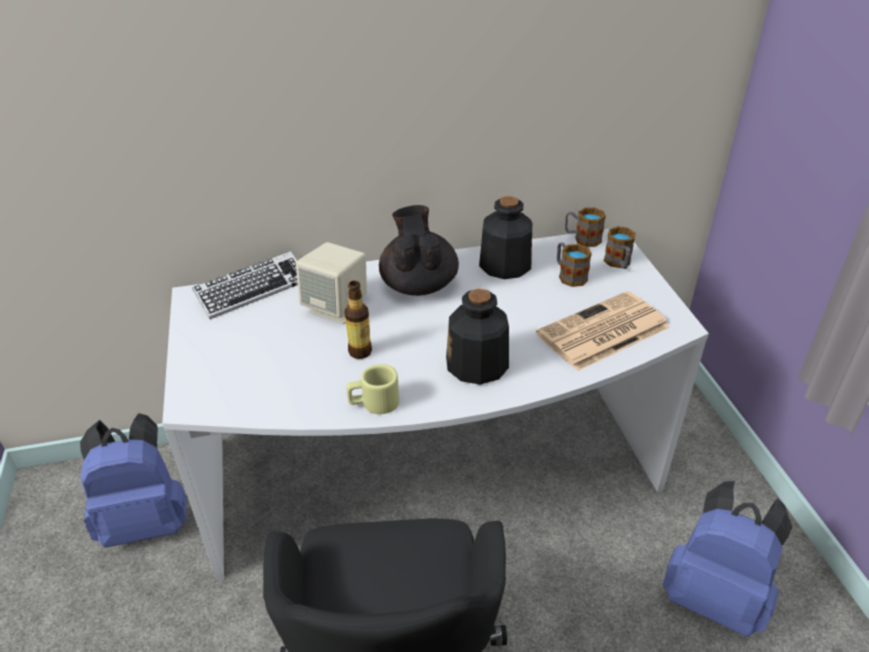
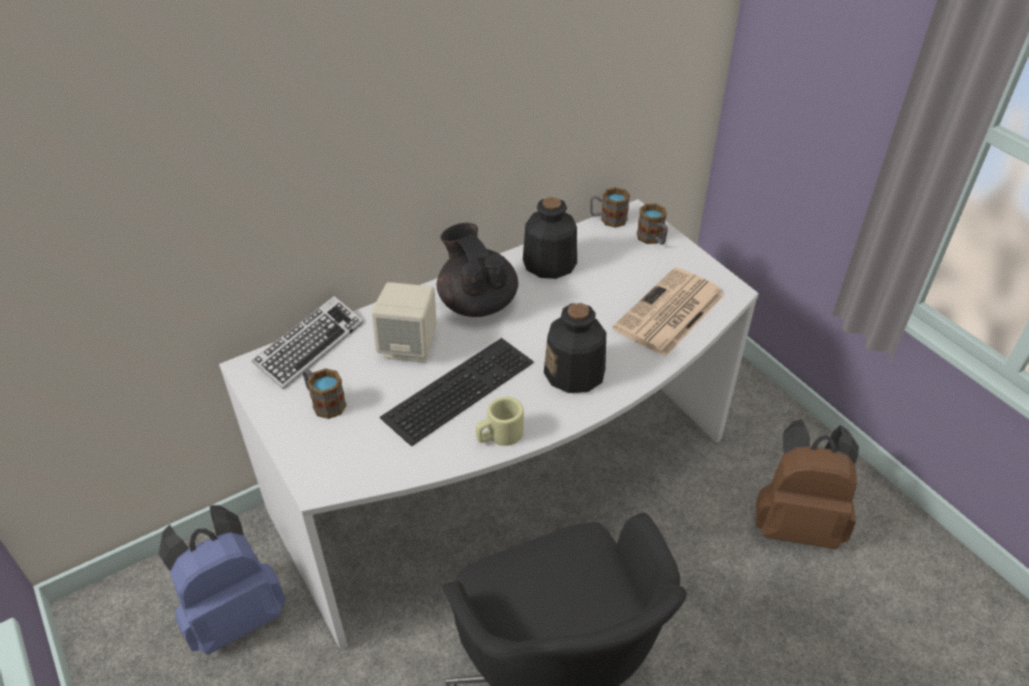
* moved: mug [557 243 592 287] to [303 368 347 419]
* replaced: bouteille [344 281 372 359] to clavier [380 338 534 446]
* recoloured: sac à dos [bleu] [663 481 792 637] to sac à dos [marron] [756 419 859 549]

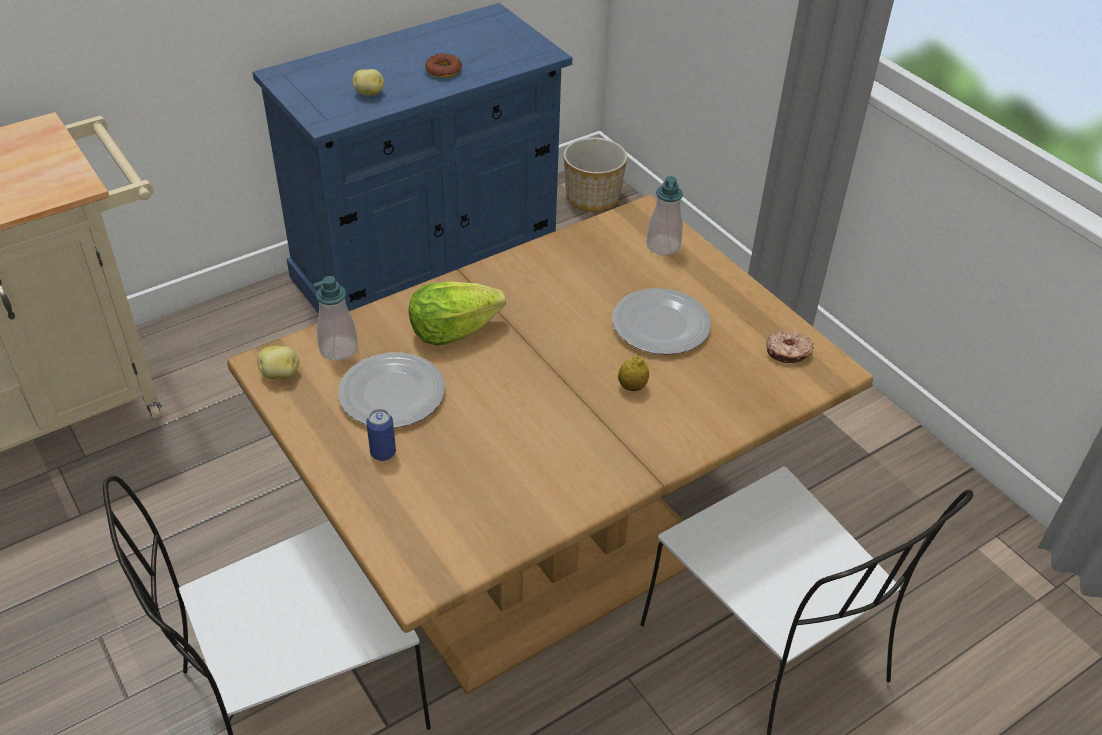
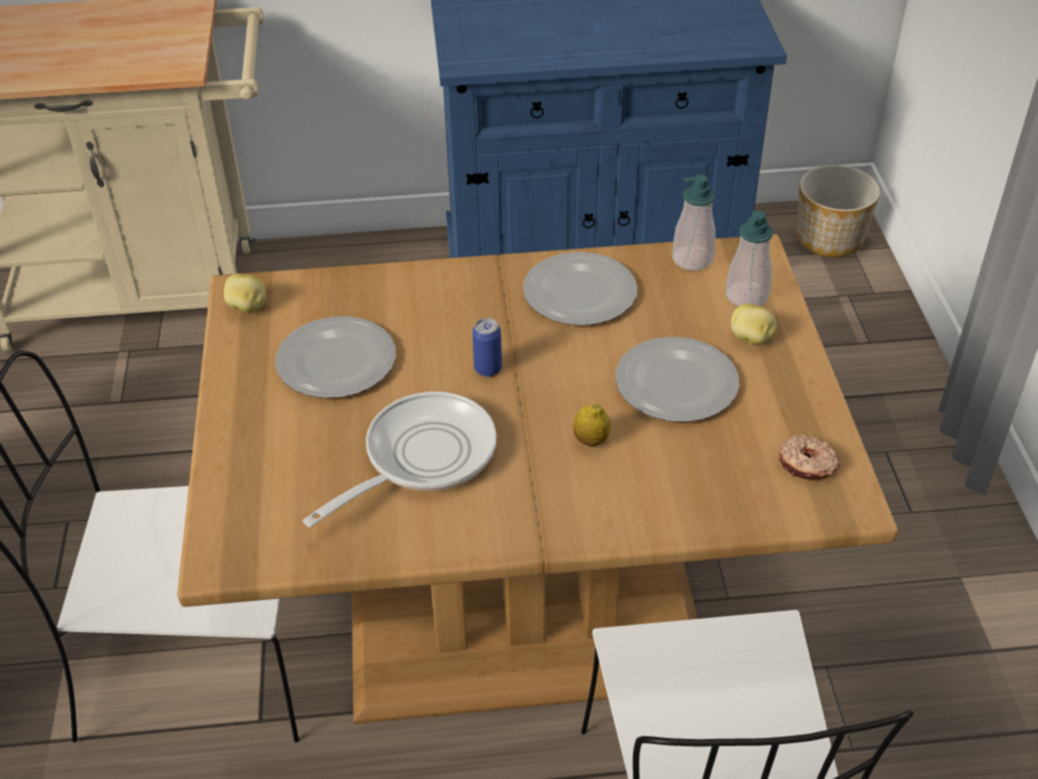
* removed: laitue [409 281 506 346]
* removed: beignet [425 53 462 78]
* added: poêle [303 392 497 527]
* added: assiette [523 252 637 325]
* moved: distributeur de savon [313 276 358 361] to [672 175 716 271]
* moved: pomme de terre [353 69 384 95] to [731 304 777 344]
* moved: boîte métallique [366 409 396 461] to [472 318 502 377]

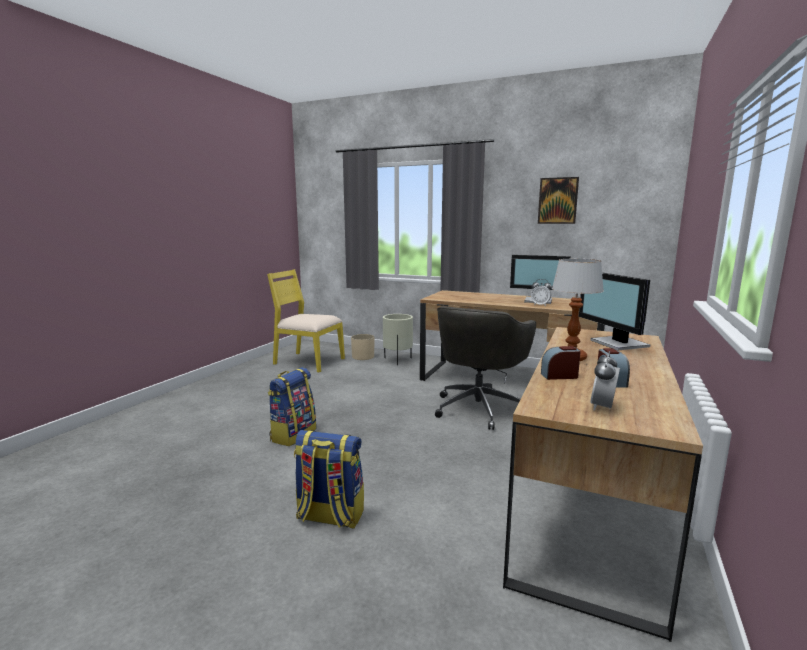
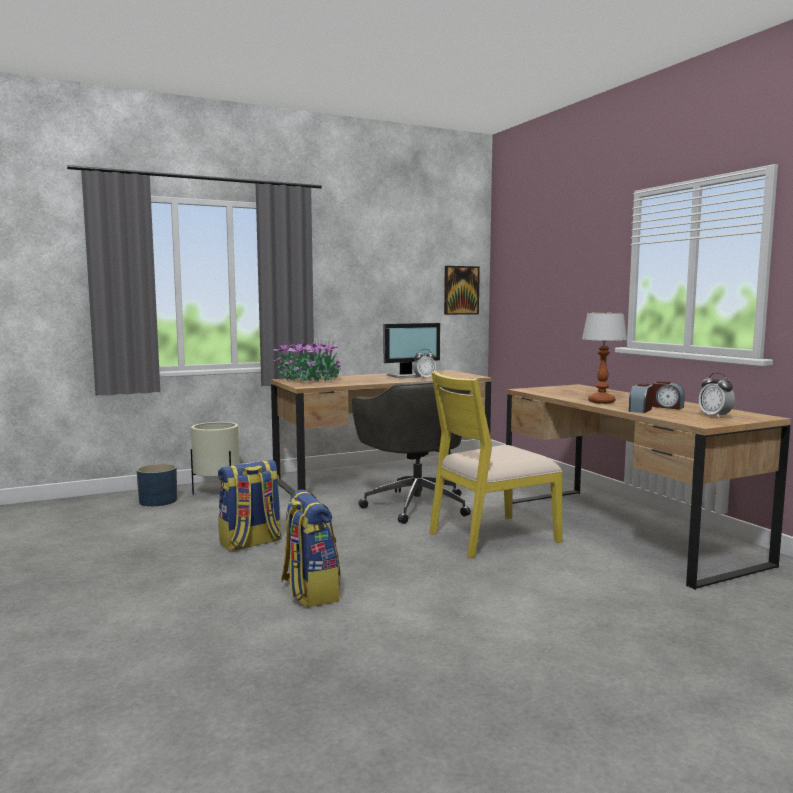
* removed: écran d'ordinateur [579 272 650 350]
* added: plante en pot [274 339 343 382]
* moved: chaise [jaune] [267 269 345 372] to [429 371 563 558]
* moved: sac à dos [294 430 364 529] to [218 460 282 551]
* moved: tableau [538 177 579 224] to [444 266 480 315]
* recoloured: cache-pot [beige] [351 334 374 360] to cache-pot [bleu] [137 464 177 506]

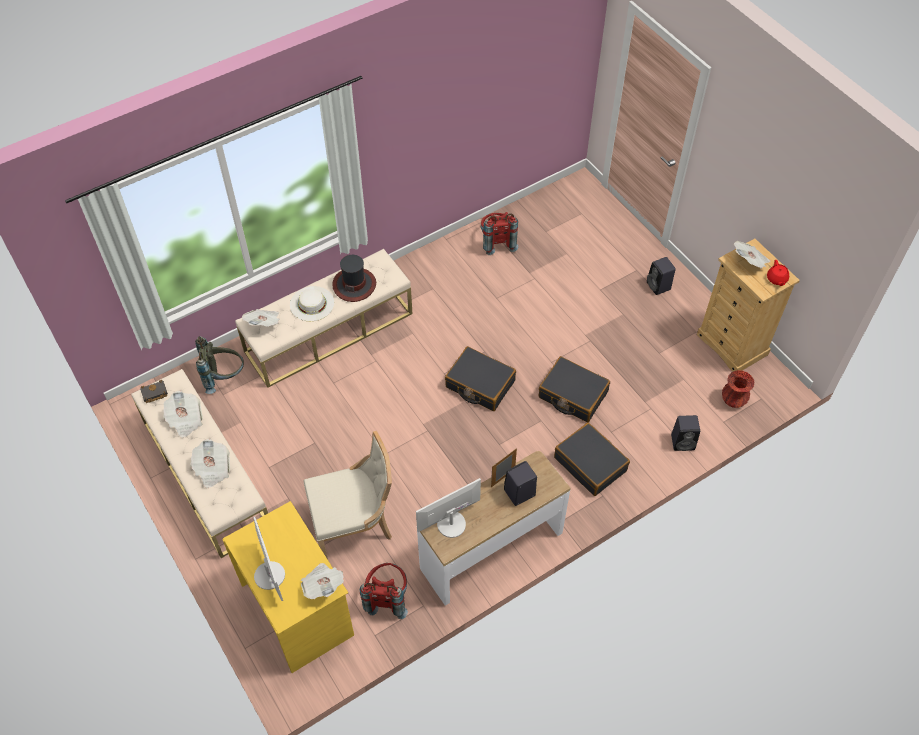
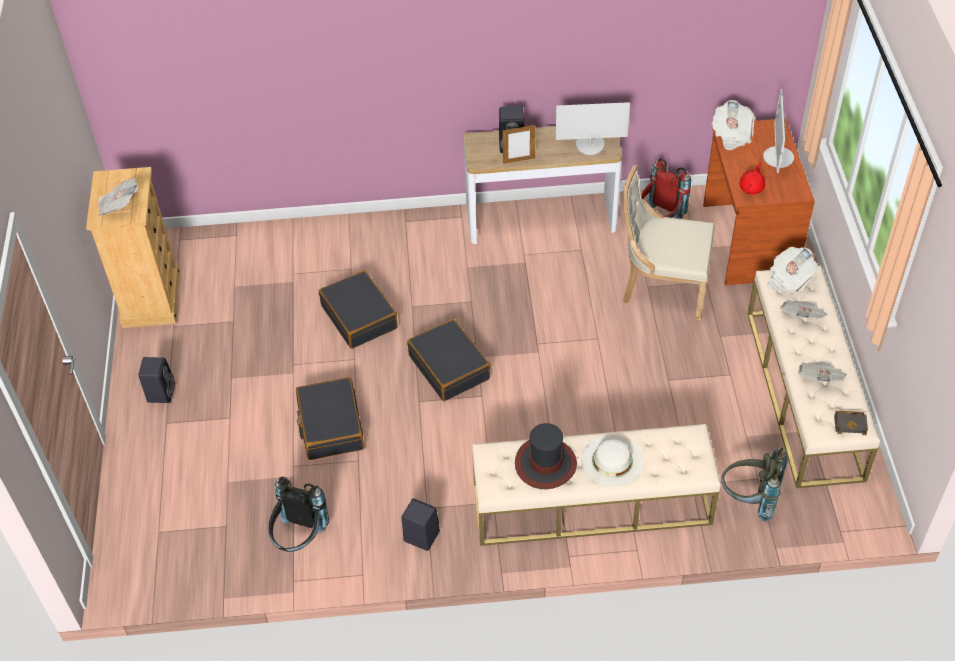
* removed: vase [rouge] [722 370 754 408]
* moved: journal [242 309 280 326] to [767 247 817 295]
* moved: valise [noir] [554 423 630 496] to [296 377 364 460]
* moved: enceinte [noir] [671 415 700 451] to [401 498 440 551]
* moved: théière [rouge] [767 260 789 286] to [739 163 765 194]
* recoloured: bureau [jaune] [223 501 354 673] to bureau [marron] [703 118 815 285]
* recoloured: sac à dos [rouge] [481 212 518 255] to sac à dos [noir] [268 477 329 552]

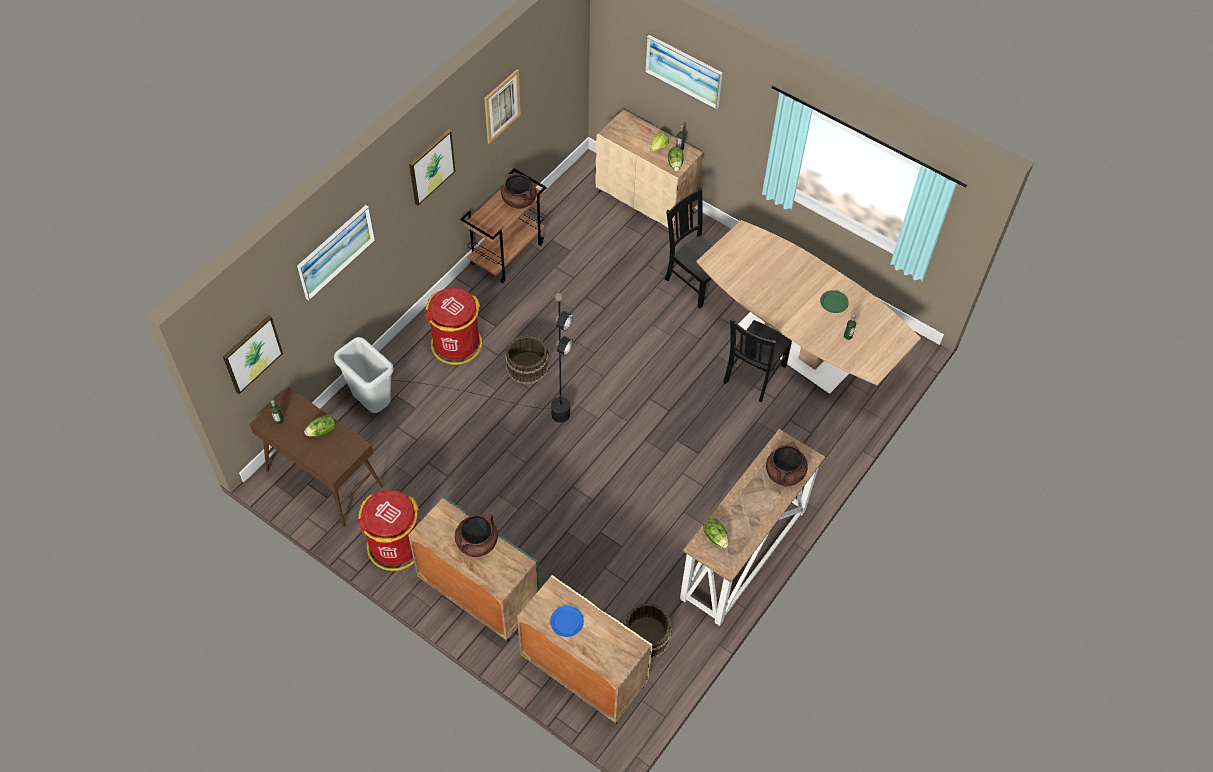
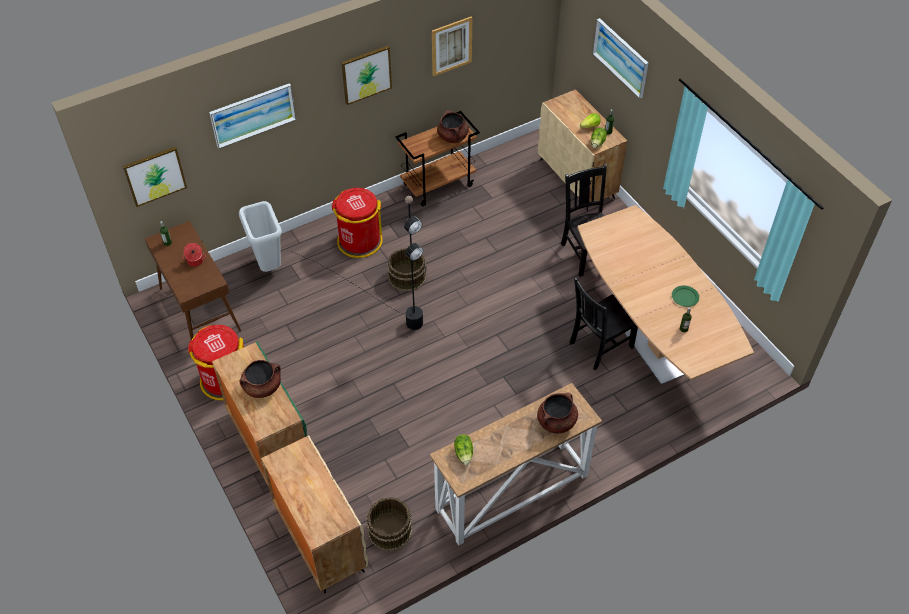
* removed: assiette [bleu] [550 606 584 637]
* replaced: laitue [304 415 335 436] to marmite [183 243 206 267]

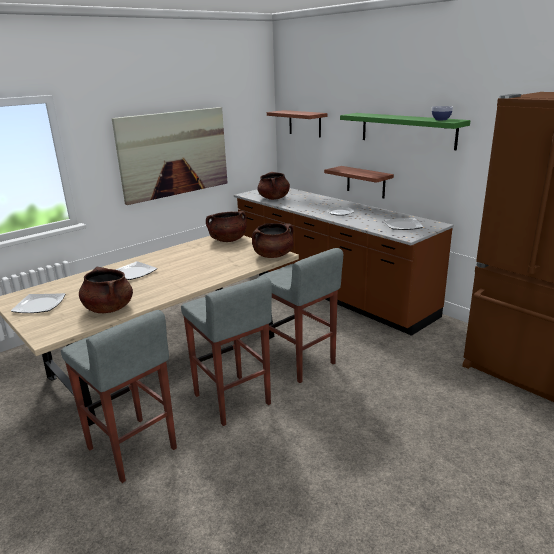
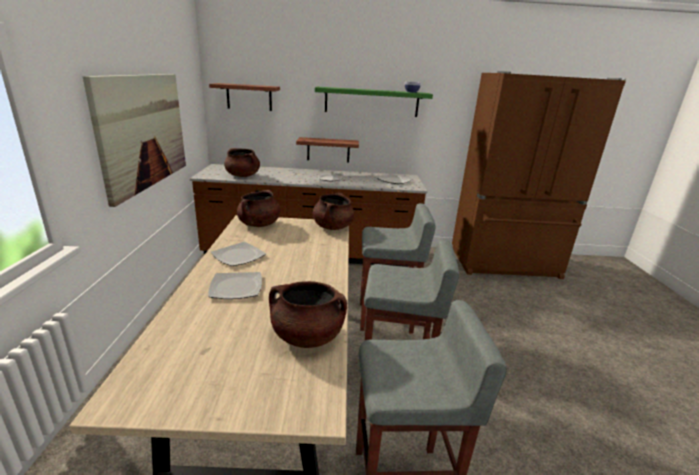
* moved: assiette [11 293 65 313] to [211 242 266 266]

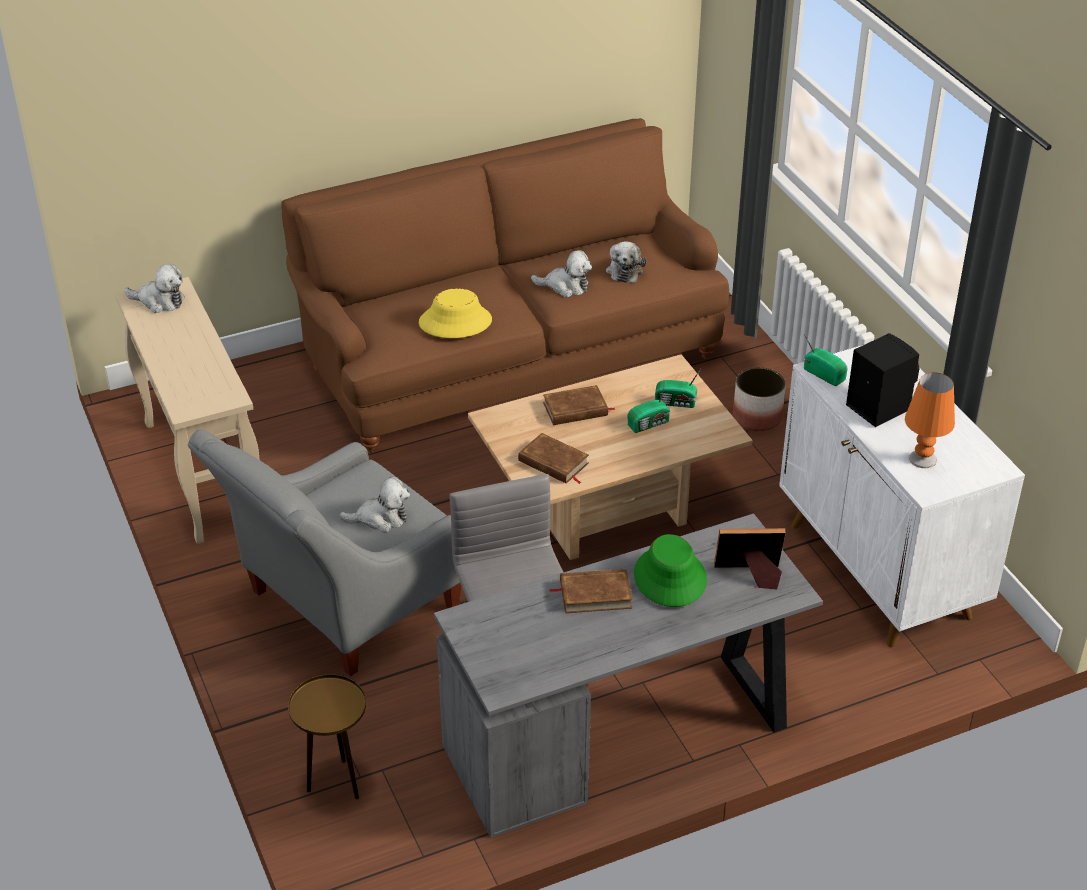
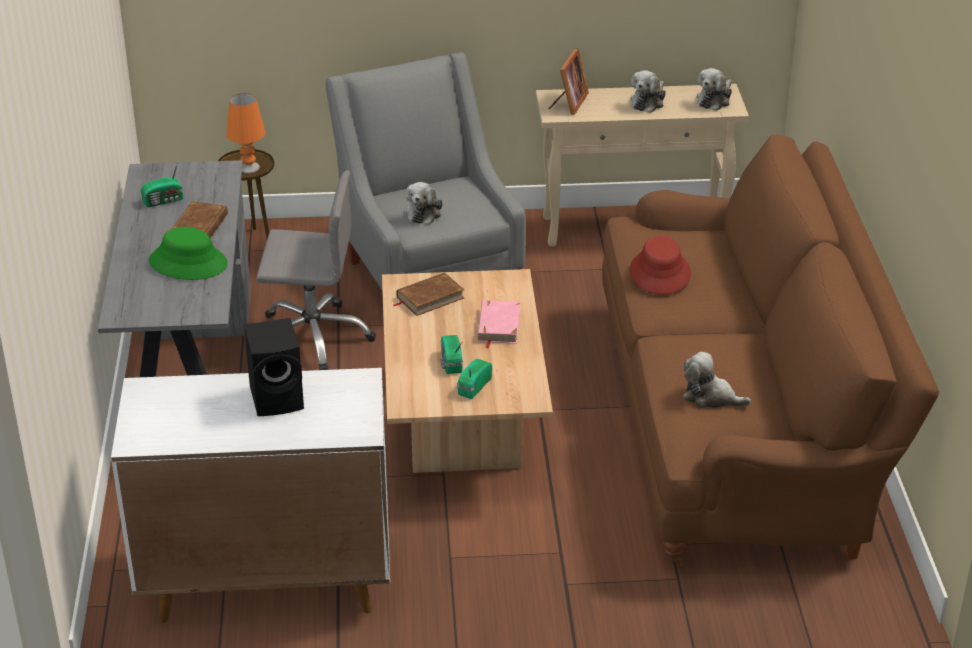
* removed: cache-pot [733 367 786 431]
* moved: peluche [531 250 592 297] to [630 70 666 113]
* moved: cadre photo [714 528 786 590] to [549 49 589 115]
* moved: radio [804 334 848 386] to [141 159 183 207]
* moved: lampe de table [orange] [905 372 955 468] to [226 93 265 173]
* recoloured: chapeau [jaune] [419 288 492 338] to chapeau [rouge] [629 236 691 295]
* recoloured: livre [marron] [543 385 615 425] to livre [rose] [478 300 520 348]

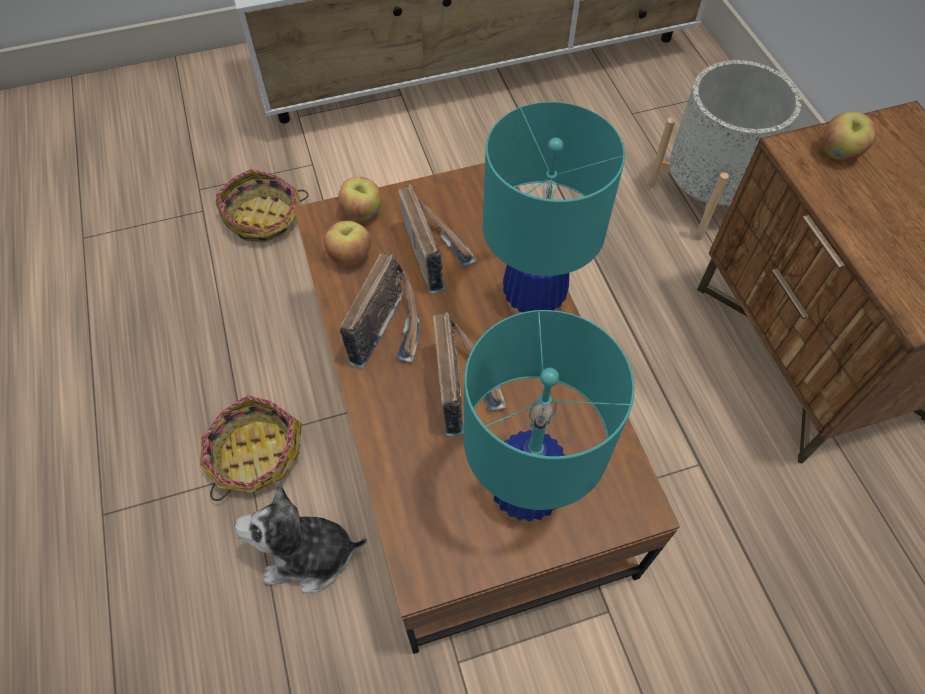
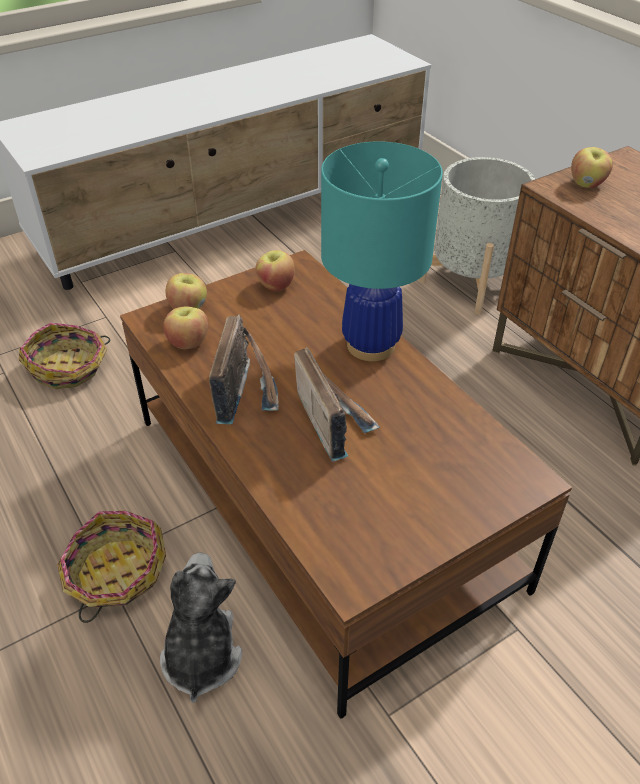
* removed: radio [398 184 477 294]
* removed: lampe de table [turquoise] [464 310 634 523]
* added: pomme [255 250 295 291]
* turned: peluche [235 482 367 593] = [160 553 242 703] 105 degrees clockwise

